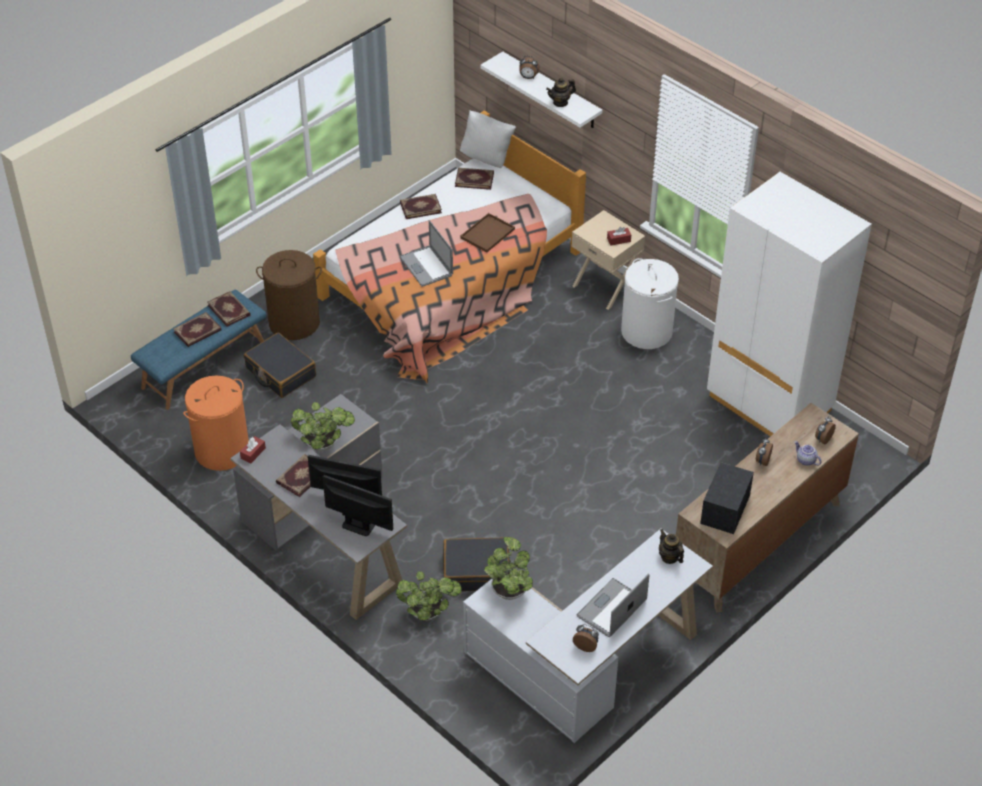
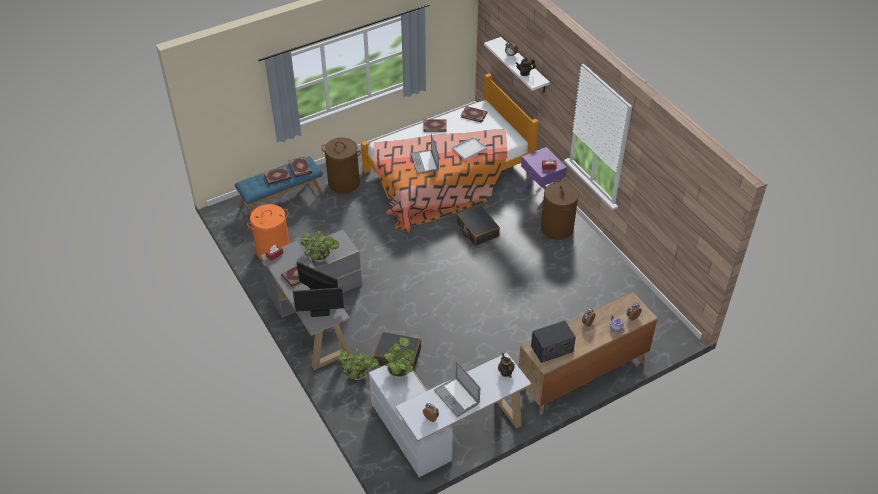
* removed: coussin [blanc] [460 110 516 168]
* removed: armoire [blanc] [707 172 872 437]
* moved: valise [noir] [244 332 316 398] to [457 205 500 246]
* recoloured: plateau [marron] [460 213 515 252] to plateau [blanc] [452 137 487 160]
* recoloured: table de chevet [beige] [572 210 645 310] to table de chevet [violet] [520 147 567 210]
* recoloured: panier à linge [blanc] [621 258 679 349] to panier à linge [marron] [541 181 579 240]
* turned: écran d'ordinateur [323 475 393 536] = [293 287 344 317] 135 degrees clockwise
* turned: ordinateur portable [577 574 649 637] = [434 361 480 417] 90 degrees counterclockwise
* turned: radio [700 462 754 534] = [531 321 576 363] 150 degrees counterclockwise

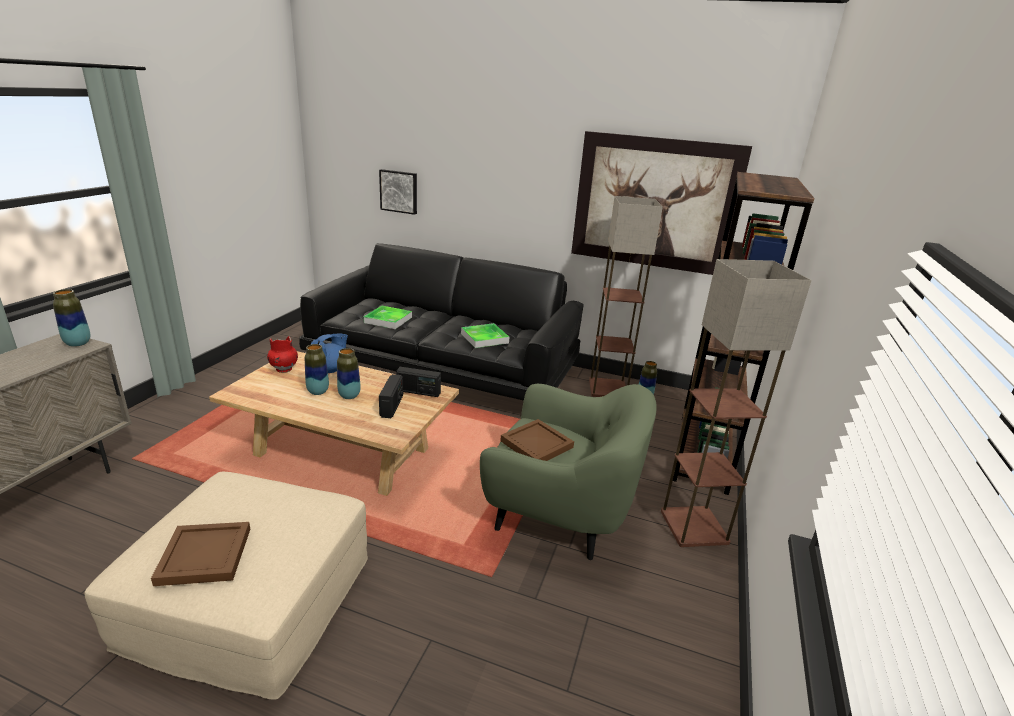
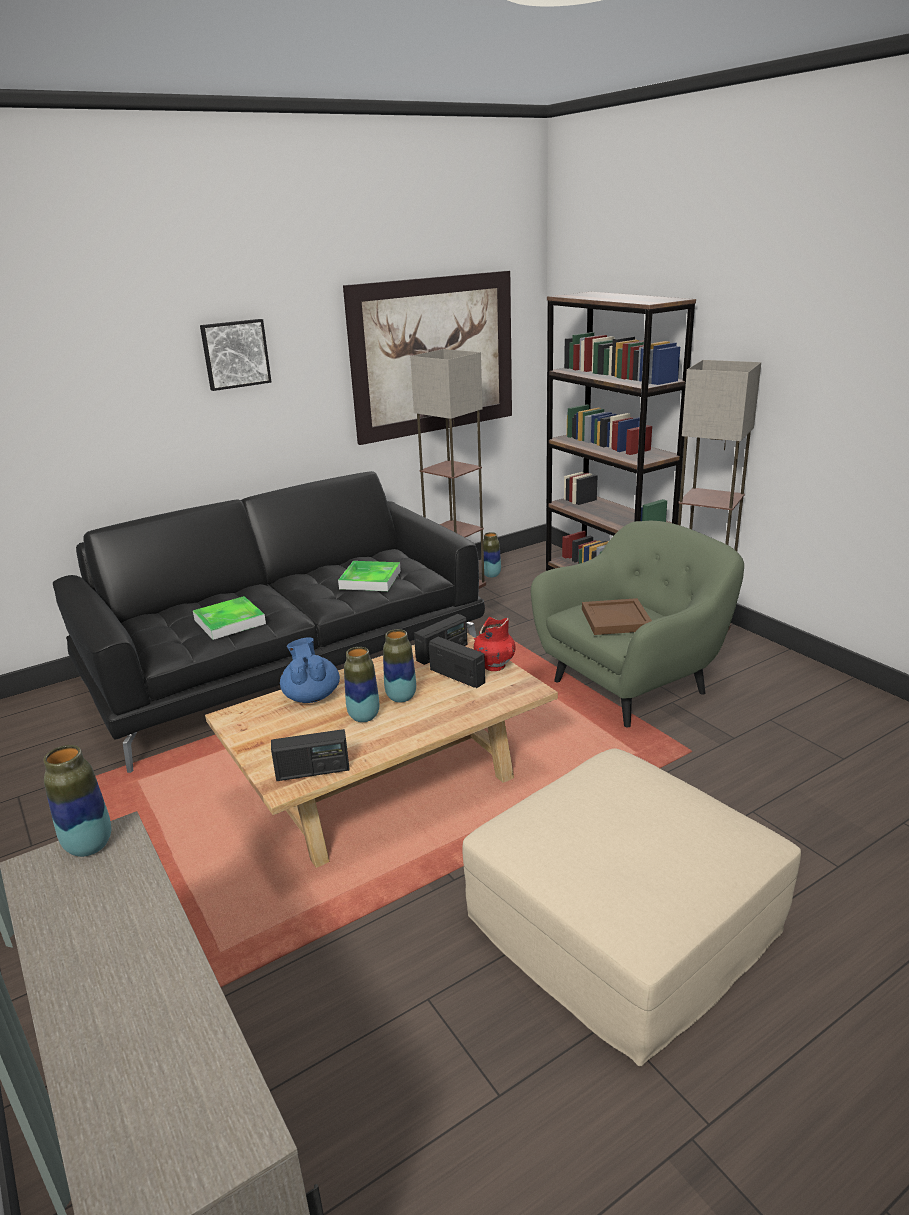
* removed: plateau [marron] [151 522 250 586]
* added: radio [271 729 350 781]
* moved: vase [rouge] [267 336 298 373] to [474 617 516 671]
* moved: tableau [379 169 417 215] to [200 319 271 391]

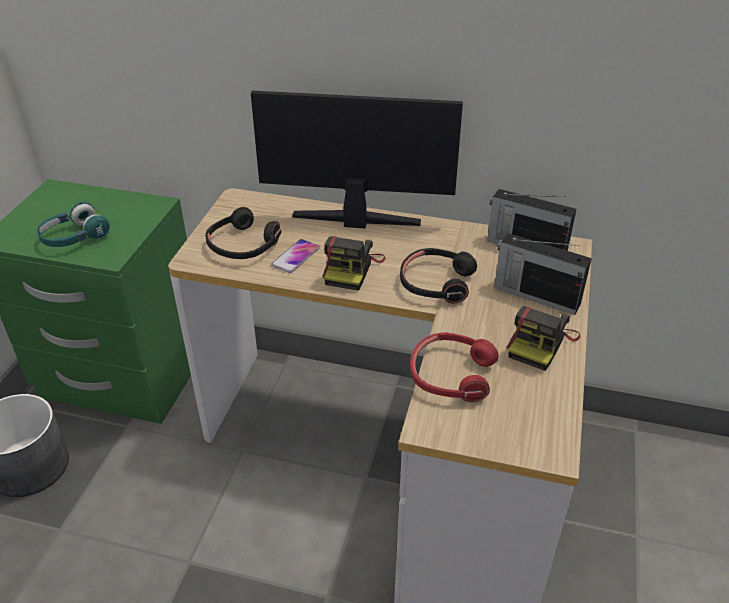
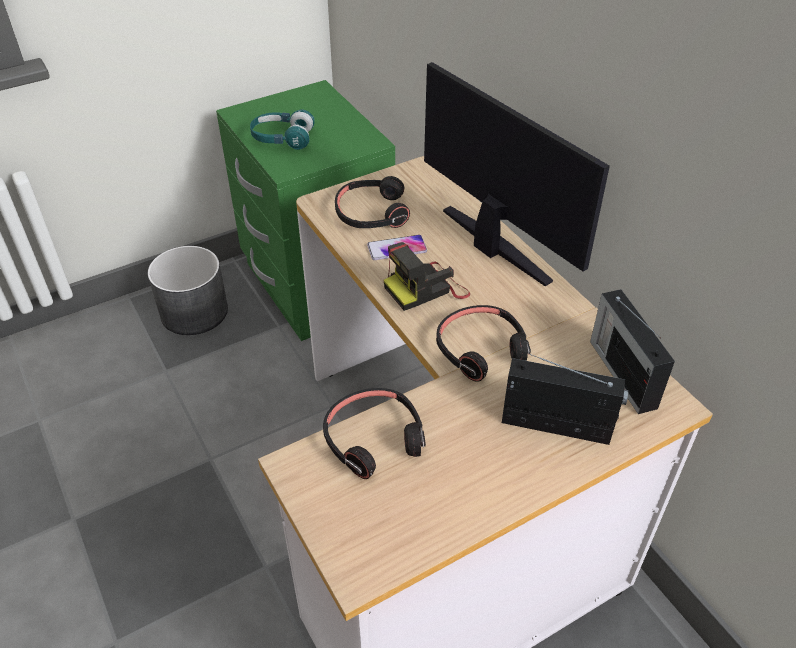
* removed: appareil photo [507 306 580 371]
* recoloured: casque audio [rouge] [410 332 499 402] to casque audio [noir] [323 388 426 479]
* turned: radio [494 233 592 315] = [502 353 628 445] 120 degrees clockwise

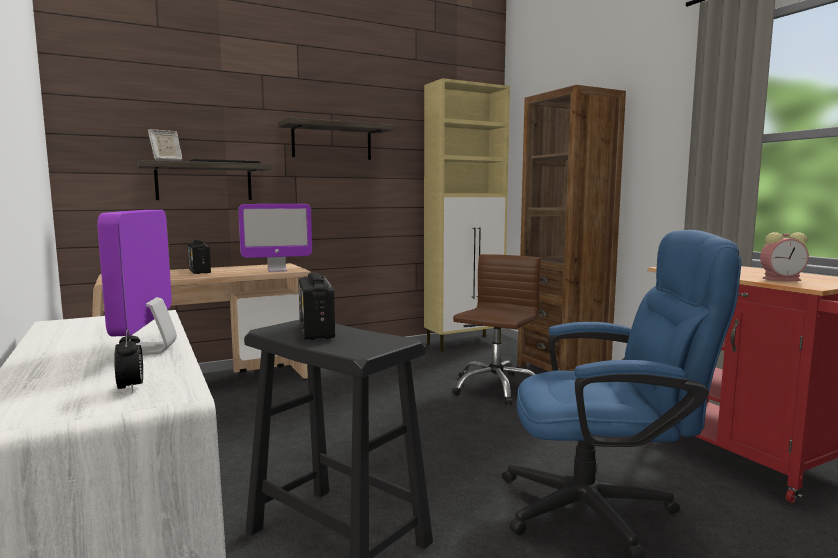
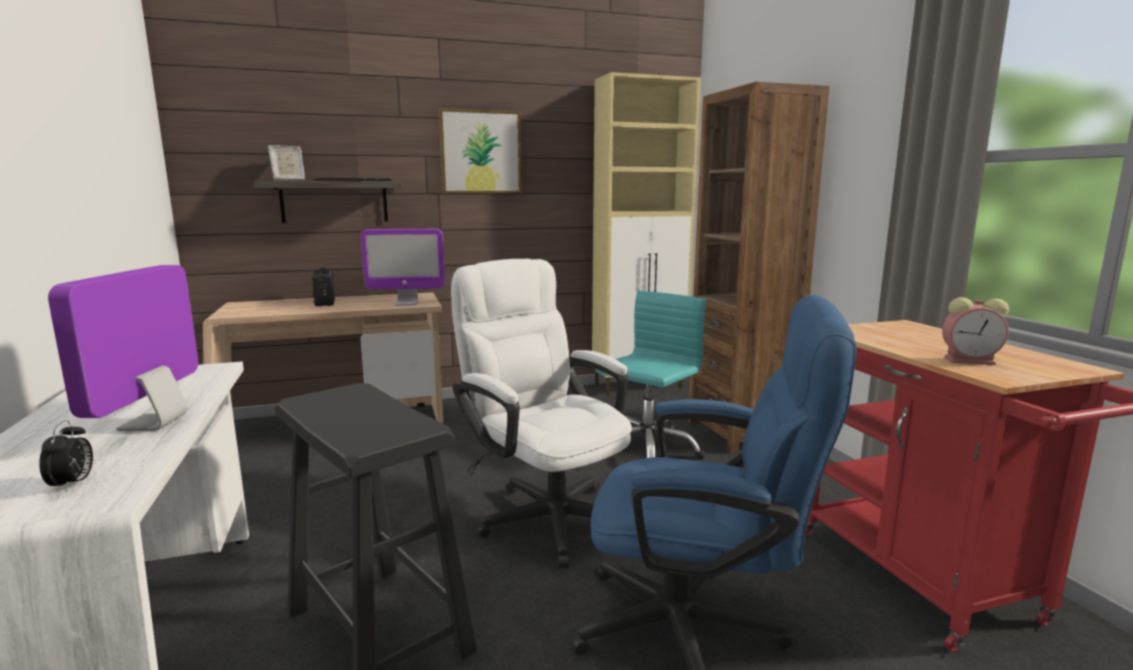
* removed: radio [298 273 335 340]
* added: chaise de bureau [blanc] [451 259 632 568]
* replaced: étagère [278 117 395 160] to tableau [439 108 522 193]
* recoloured: chaise de bureau [marron] [452 254 541 405] to chaise de bureau [turquoise] [595 291 706 460]

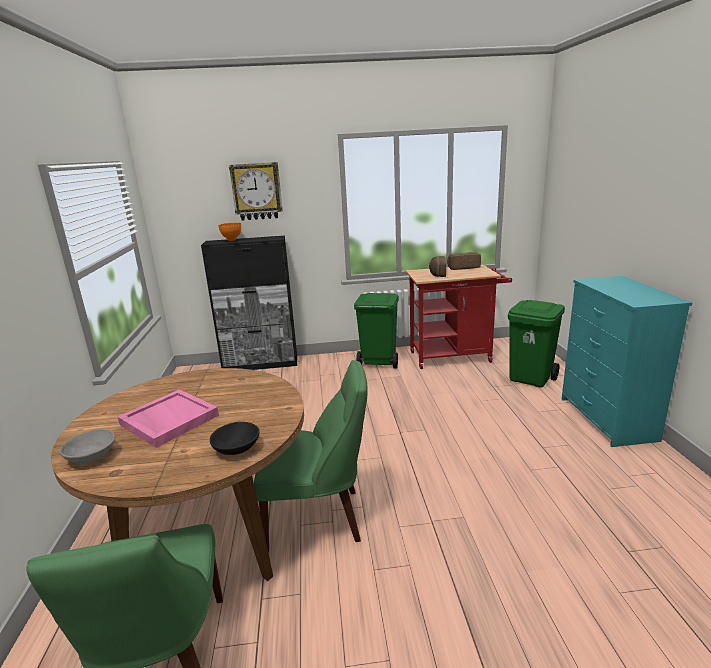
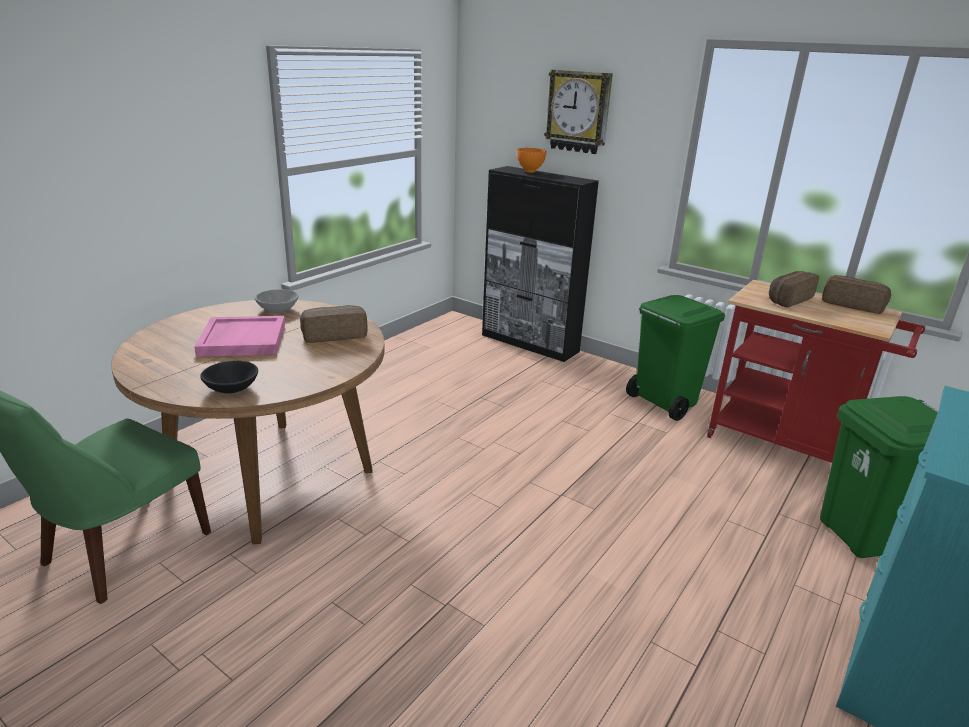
* removed: chaise [vert] [254 360 368 552]
* added: pain [300 305 368 343]
* moved: bol [gris] [59 429 115 463] to [255 289 298 312]

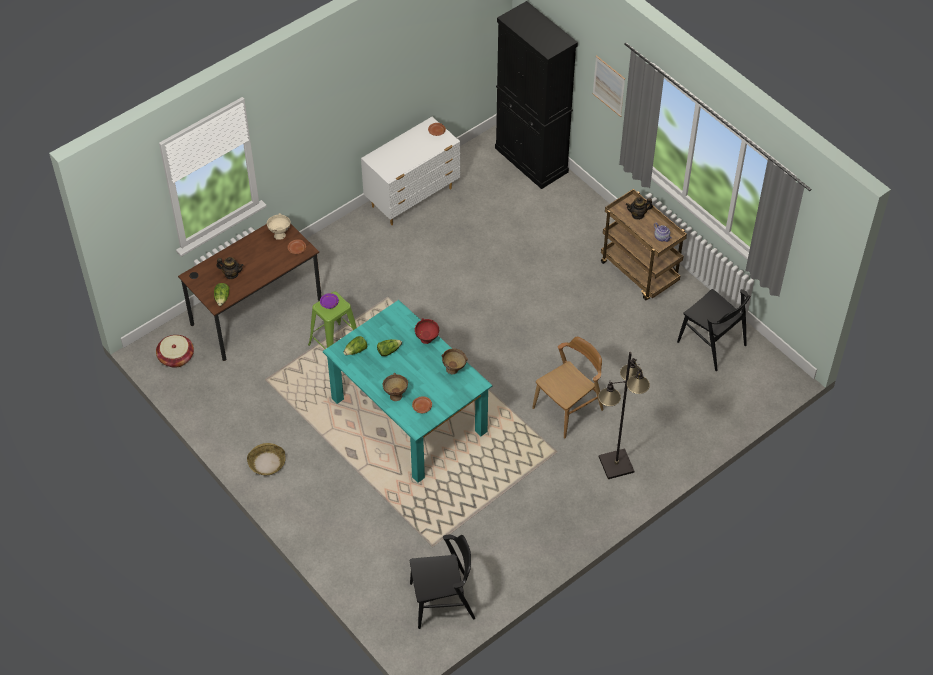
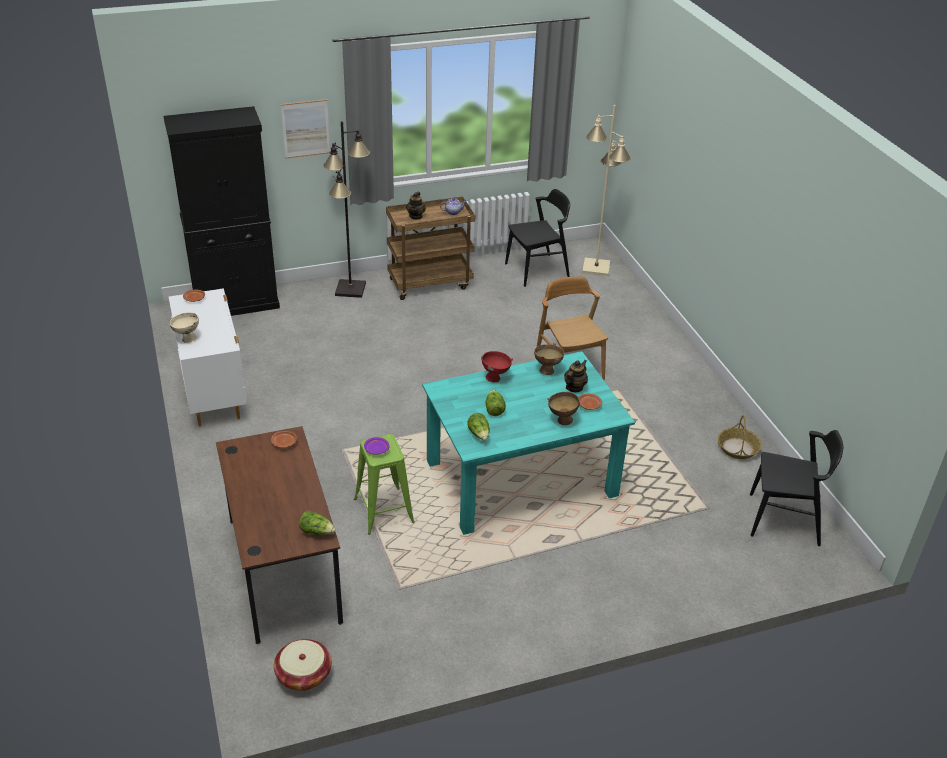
* added: lampadaire [beige] [582 105 631 276]
* moved: théière [216 257 244 279] to [564 360 588 392]
* moved: panier [247 443 286 475] to [718 415 762 459]
* moved: bol [beige] [267 213 291 240] to [170 312 199 343]
* moved: lampadaire [noir] [598 352 650 479] to [323 121 370 298]
* turned: chaise [noir] [410 535 475 629] = [750 430 843 546] 90 degrees clockwise

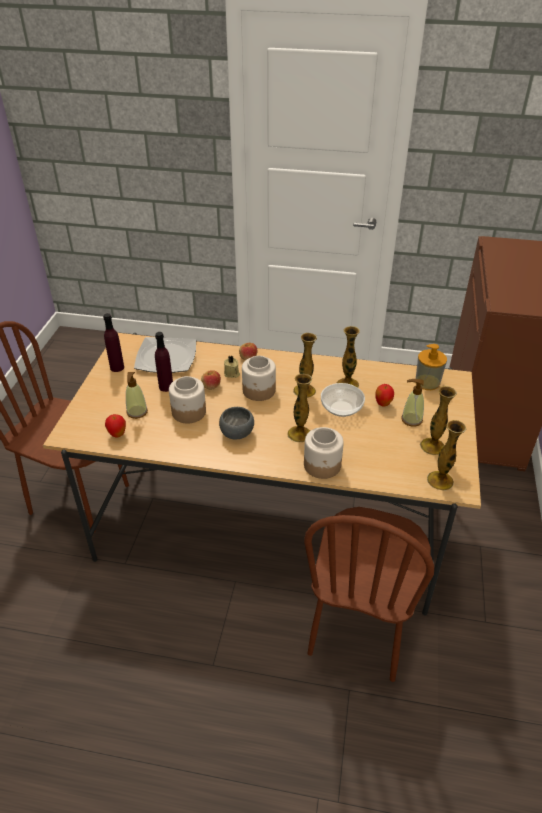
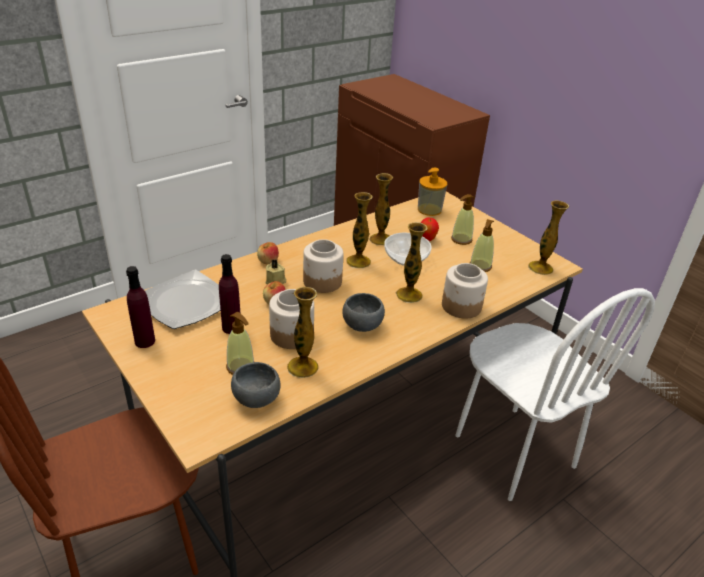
* added: distributeur de savon [470 219 494 272]
* moved: vase [420 386 457 455] to [287 287 319 378]
* replaced: pomme [105 414 126 438] to bol [gris] [231 362 280 408]
* recoloured: chaise [marron] [304 507 434 682] to chaise [blanc] [455 288 655 501]

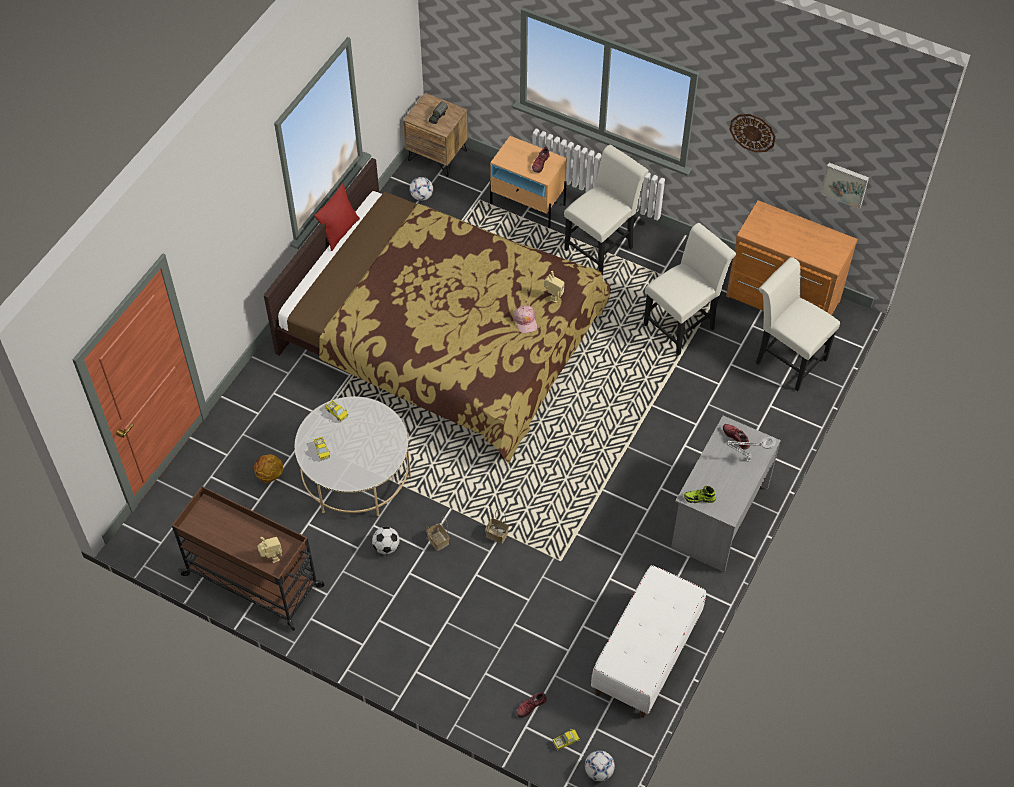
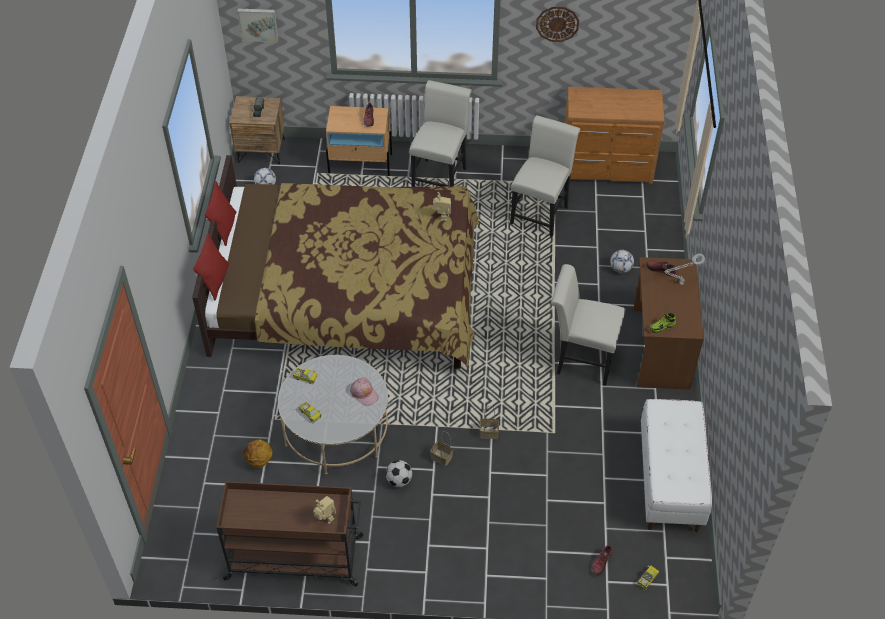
* added: coussin [rouge] [193 233 230 300]
* moved: casquette [rose] [513 305 537 333] to [350 378 379 406]
* moved: ballon de foot [585 751 615 781] to [610 250 634 273]
* moved: chaise [blanc] [756 257 840 391] to [551 264 626 386]
* moved: tableau [820 163 869 209] to [237 9 279 42]
* recoloured: bureau [gris] [671 416 781 572] to bureau [marron] [633 257 704 390]

